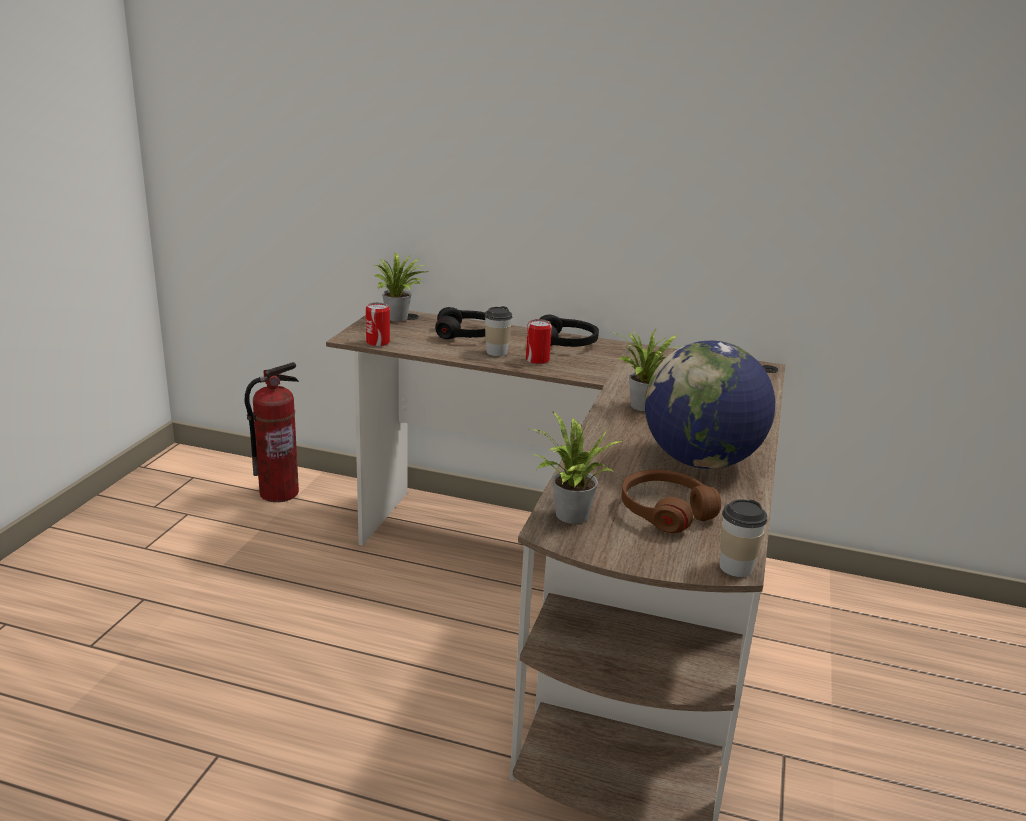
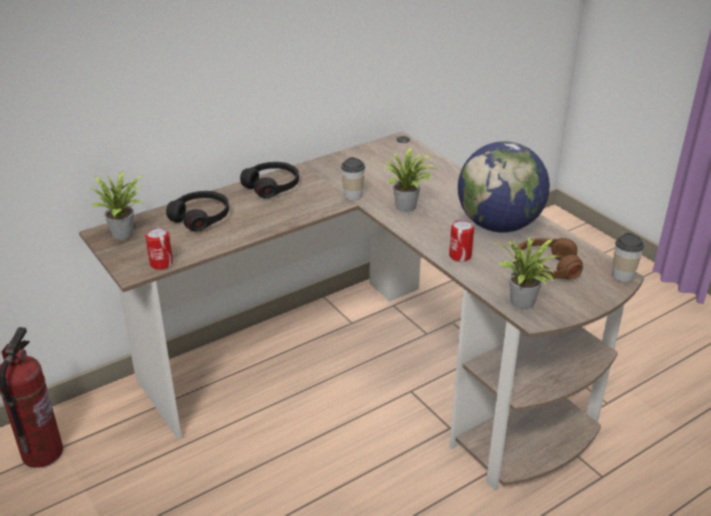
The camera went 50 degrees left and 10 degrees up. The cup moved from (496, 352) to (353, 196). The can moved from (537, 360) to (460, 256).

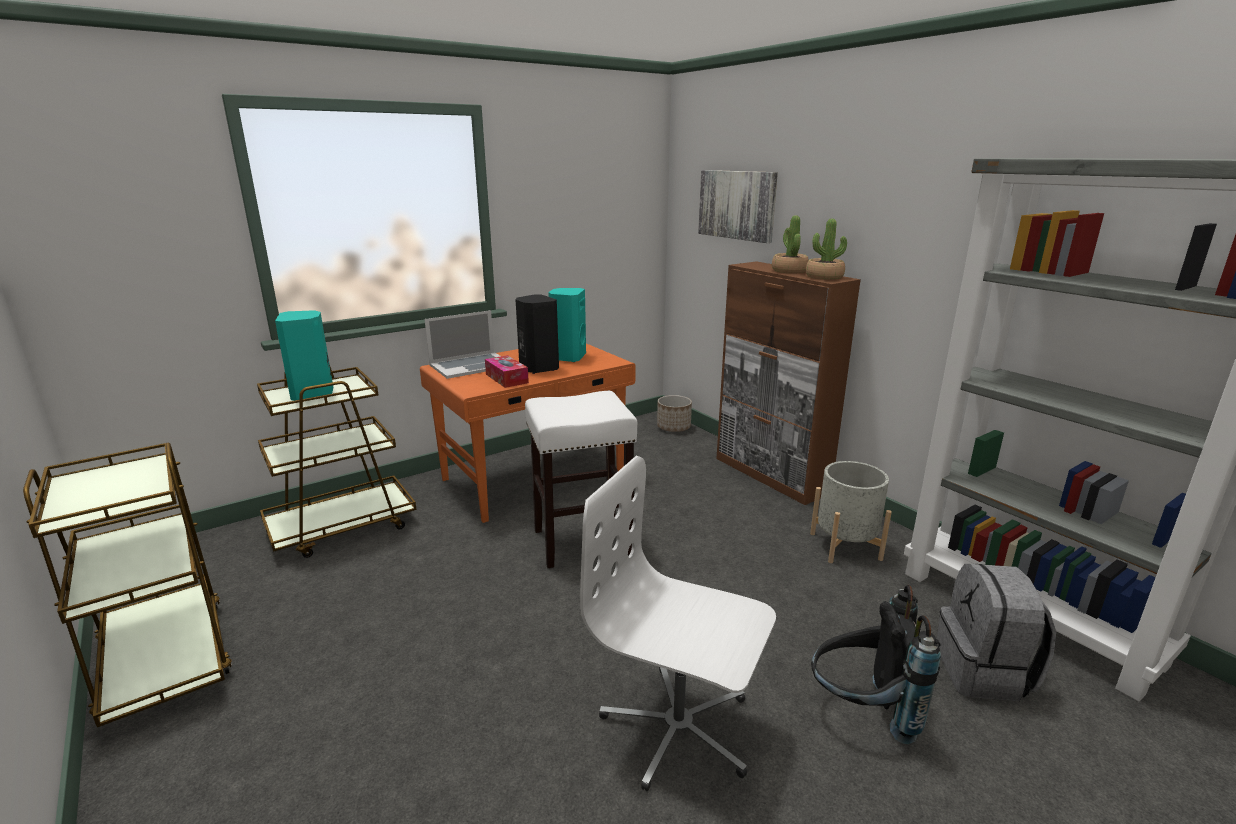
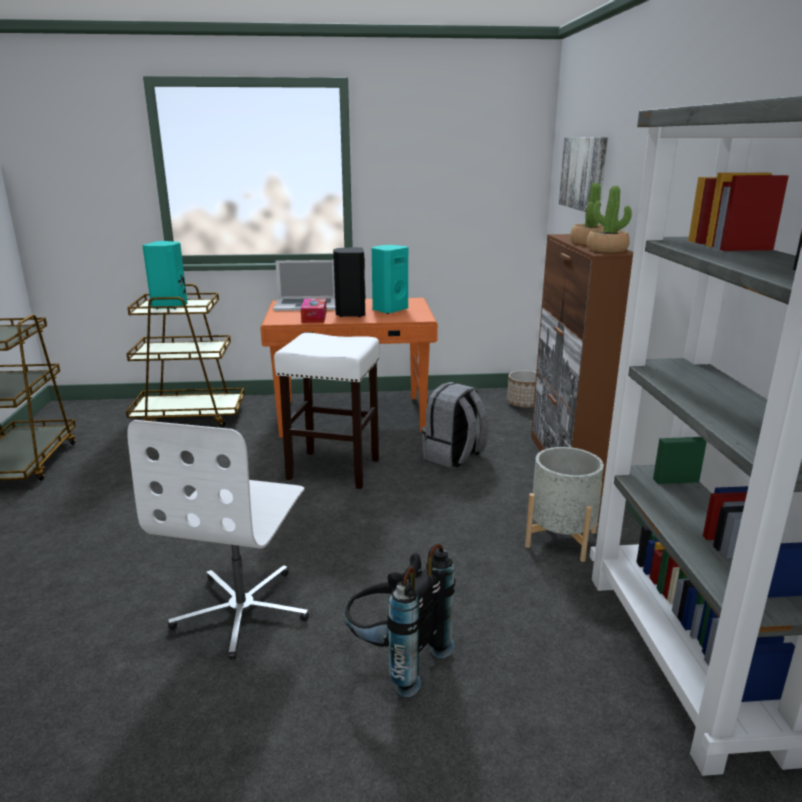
The camera went 30 degrees right and 0 degrees up. The office chair/white at (678, 728) turned 135 degrees counterclockwise. The backpack/grey moved from (984, 672) to (454, 456).

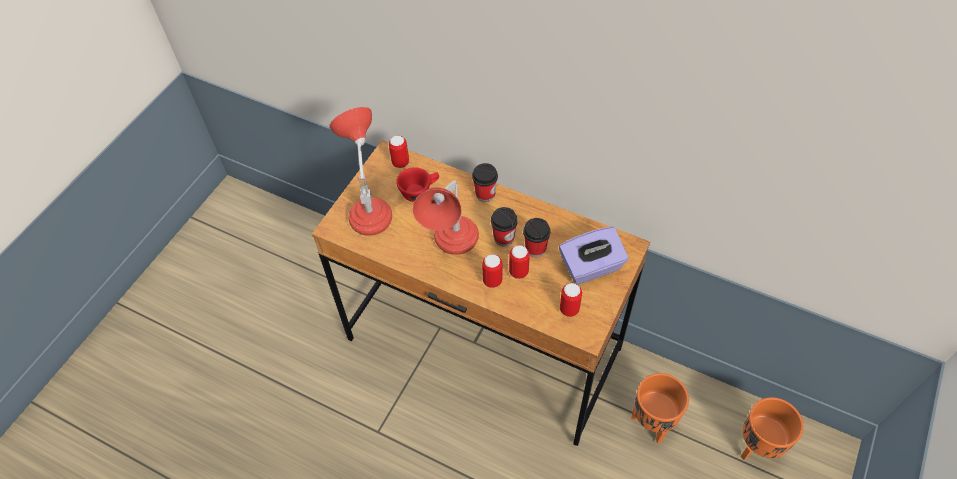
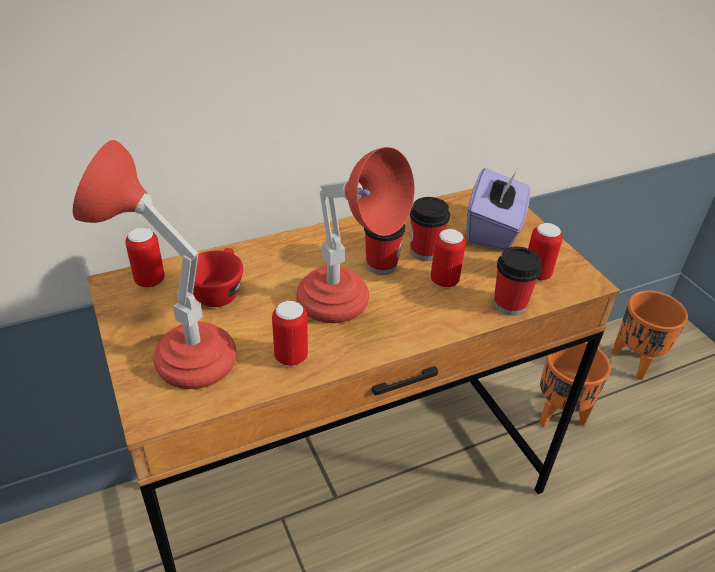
The camera went 55 degrees left and 15 degrees down. The can moved from (492, 281) to (291, 357). The cup moved from (485, 194) to (509, 304).

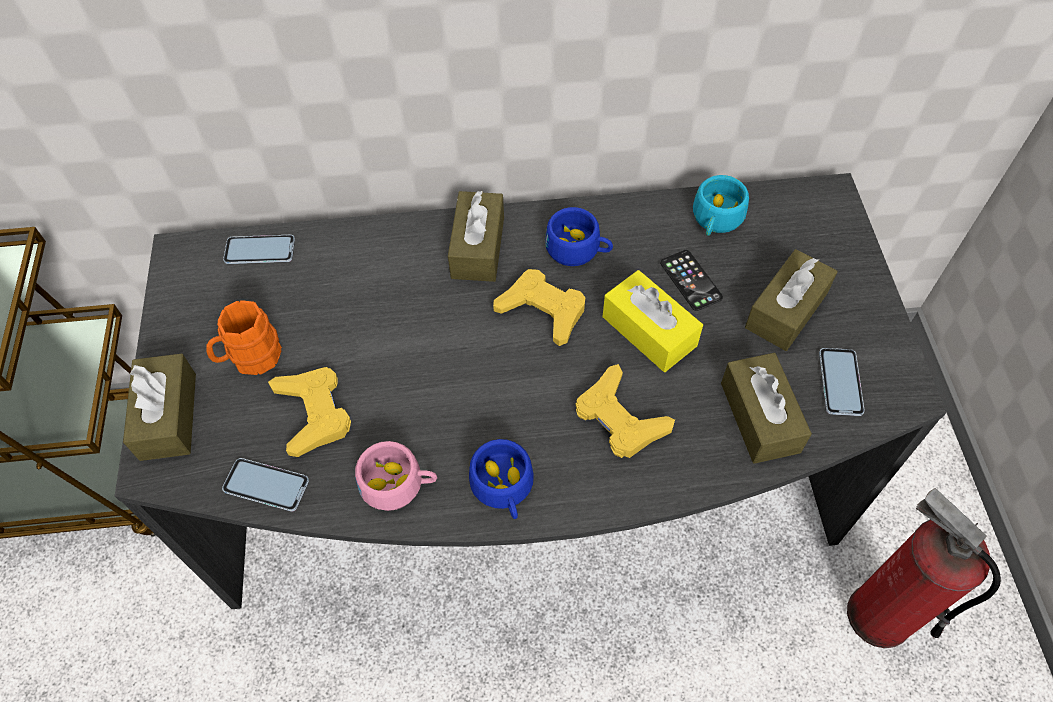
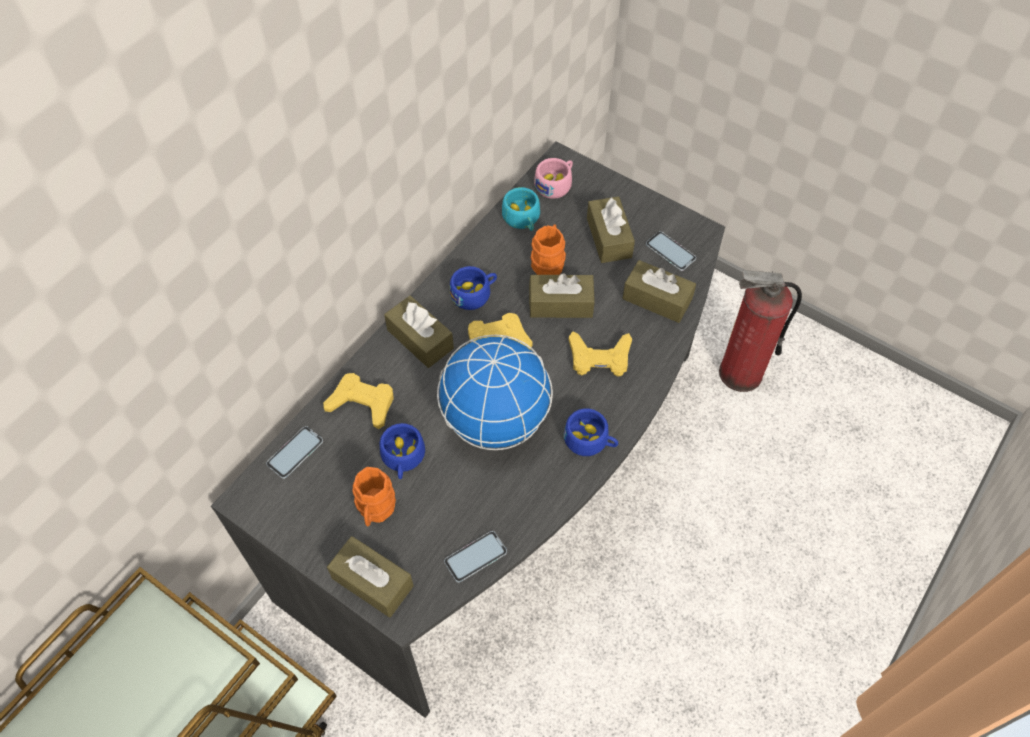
The camera went 50 degrees left and 0 degrees up. The game controller/yellow moved from (313, 413) to (362, 403). The cup/blue at (403, 459) appeared. The globe at (495, 419) appeared. The tissue box/yellow at (649, 331) became the tissue box/brown at (561, 304). The phone at (690, 280) was replaced by the mug/orange at (549, 261). The cup/pink moved from (399, 484) to (556, 184).

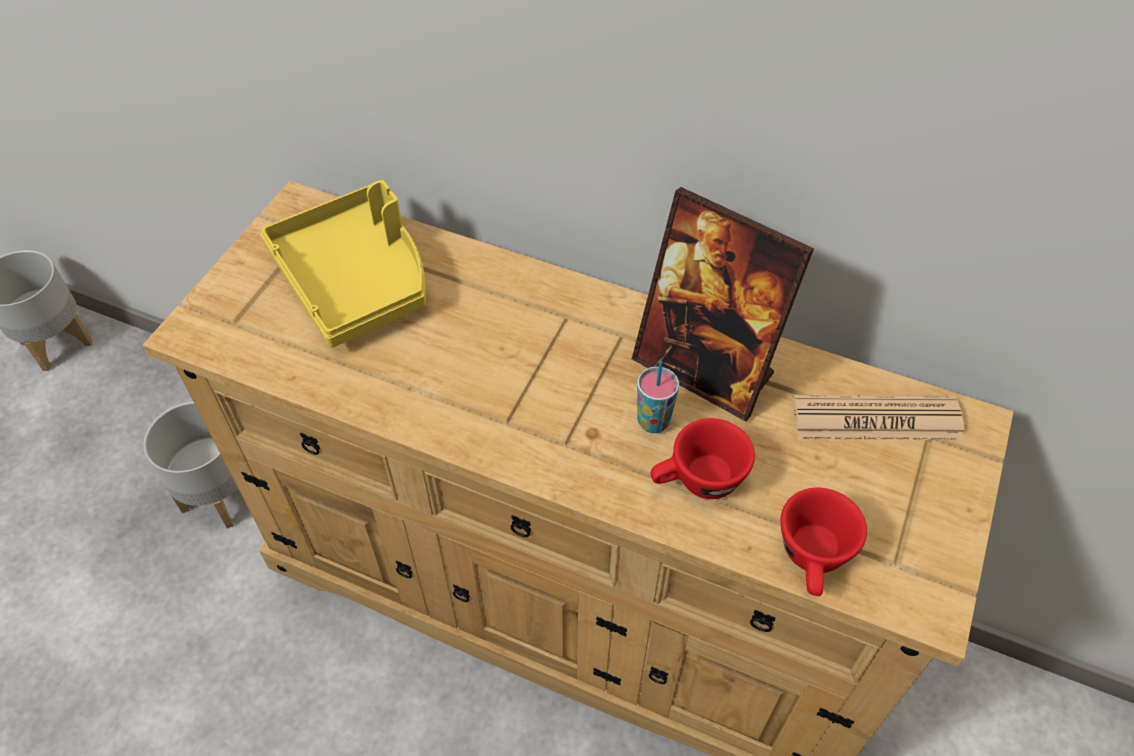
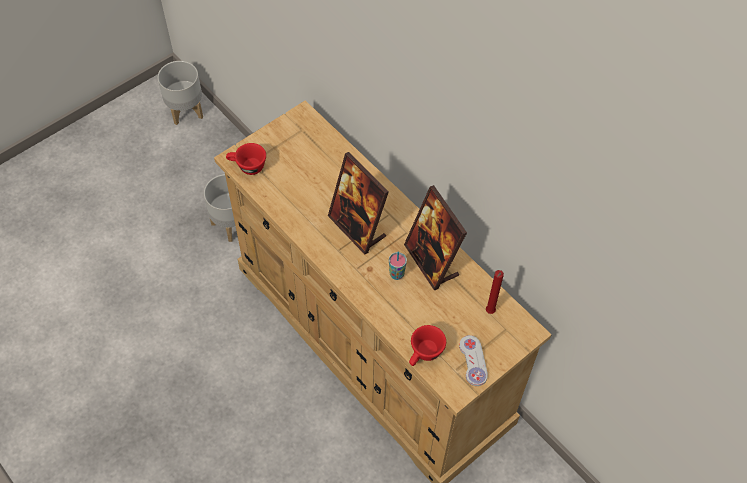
The camera went 25 degrees right and 5 degrees up. The cup/red moved from (697, 481) to (247, 167). The picture frame at (357, 227) appeared. The game controller/white at (473, 361) appeared. The newspaper at (876, 419) was replaced by the candle/red at (489, 312). The tray/yellow at (356, 279) disappeared.

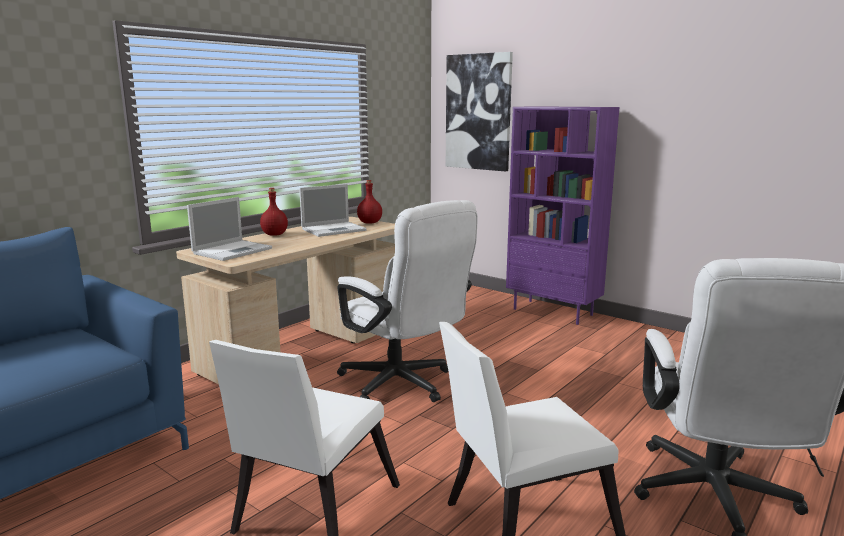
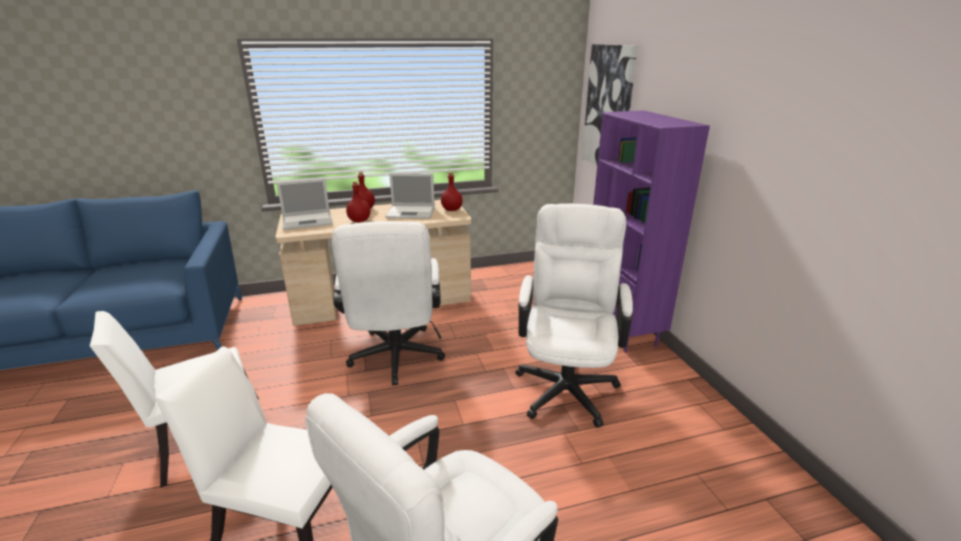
The camera went 35 degrees right and 10 degrees up. The bottle/red at (359, 221) appeared. The office chair/white at (567, 383) appeared.

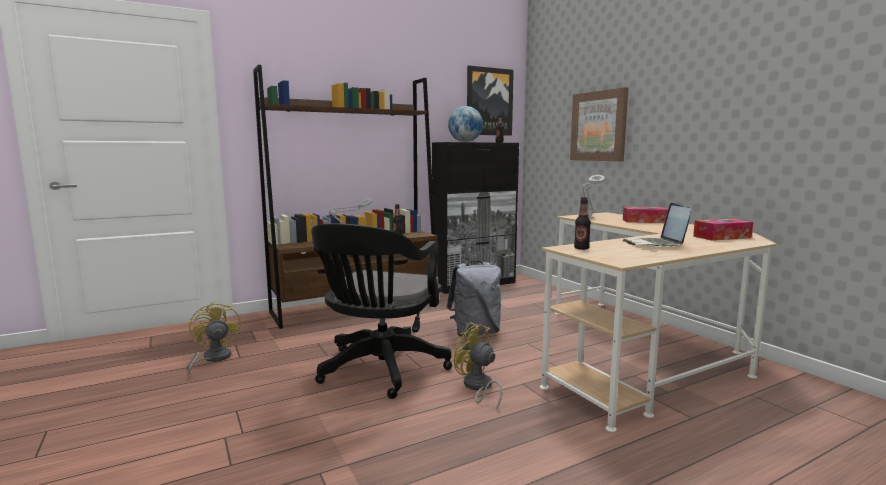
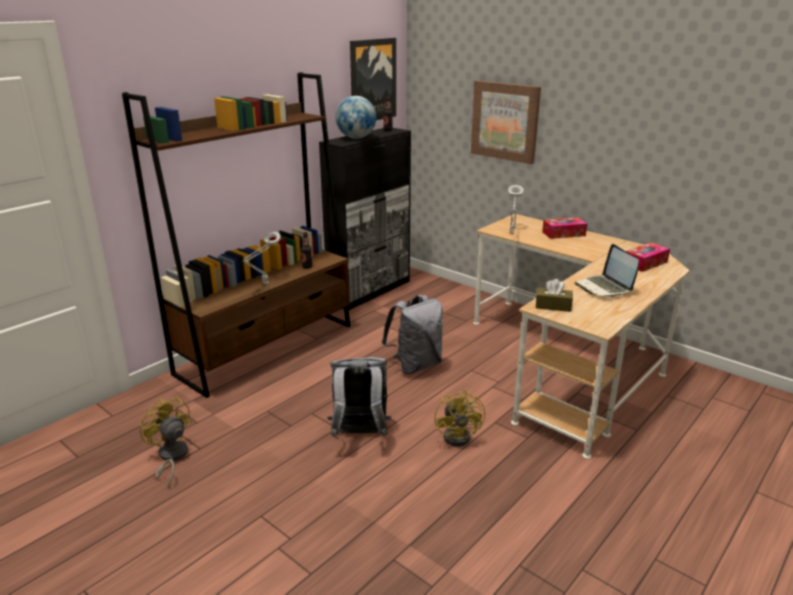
The camera went 20 degrees left and 15 degrees up. The office chair/black at (380, 371) was replaced by the backpack/grey at (360, 435). The fan/yellow at (477, 387) turned 120 degrees counterclockwise. The bottle at (581, 248) was replaced by the tissue box/brown at (553, 306).

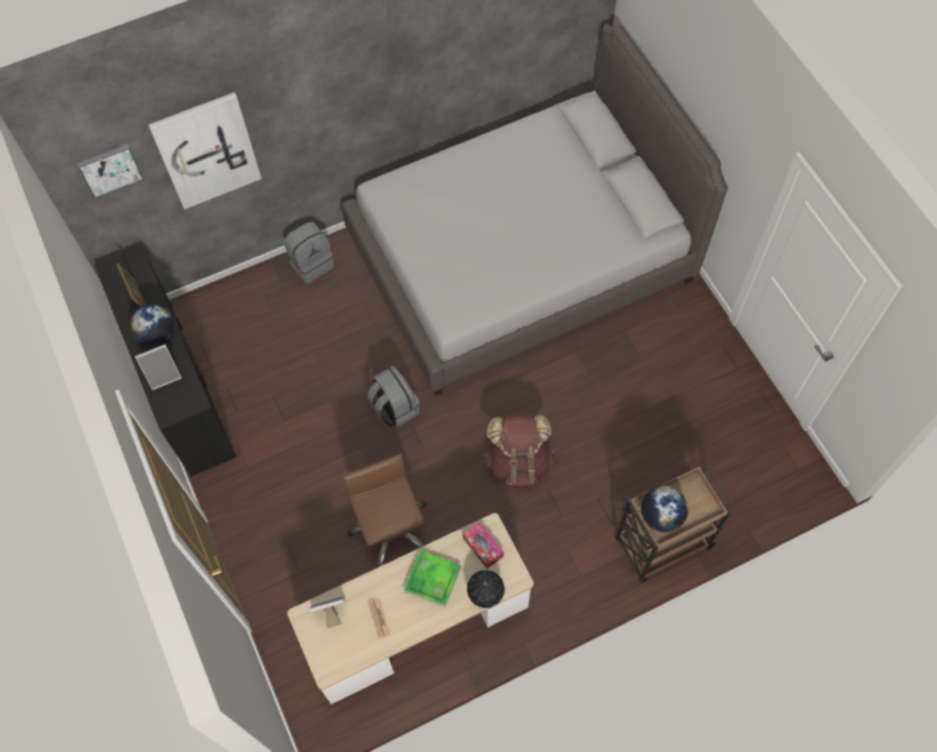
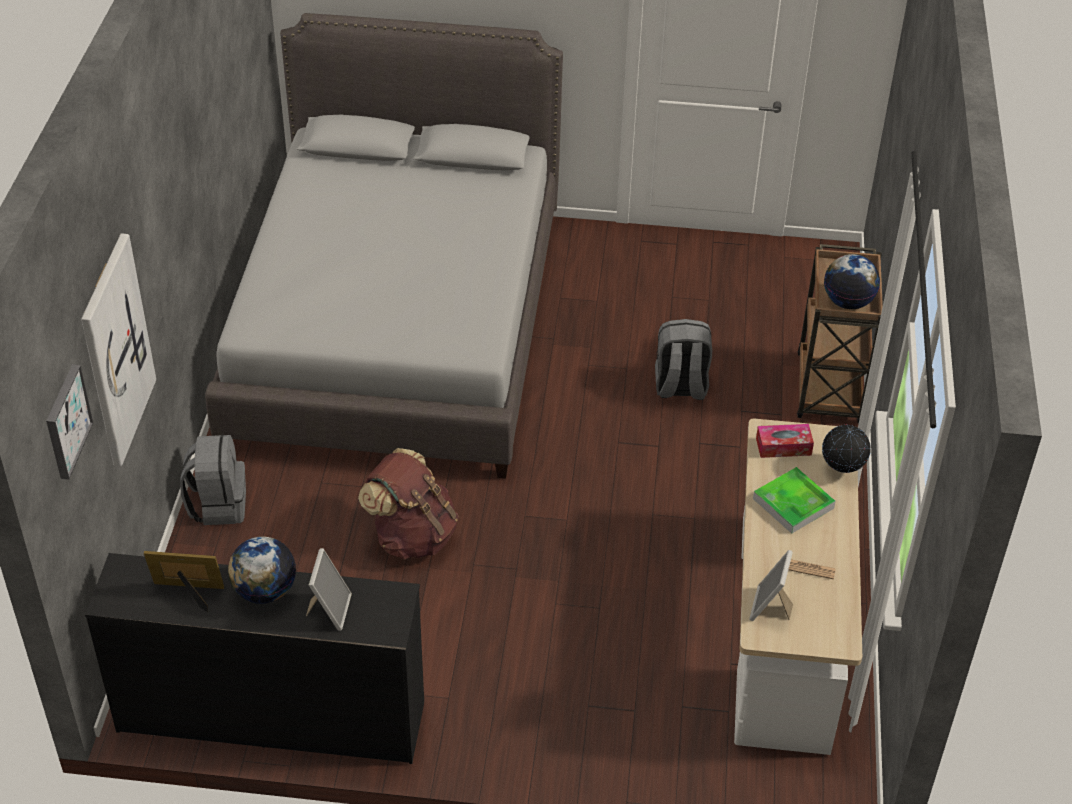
The camera went 60 degrees left and 20 degrees down. The backpack/brown moved from (518, 462) to (412, 536). The backpack/grey moved from (394, 408) to (680, 387). The office chair/brown at (391, 530) disappeared.

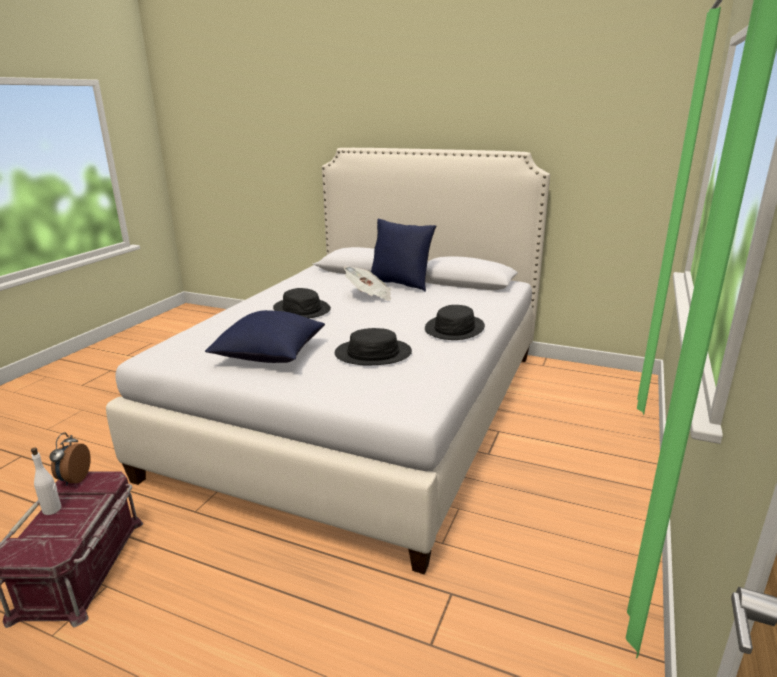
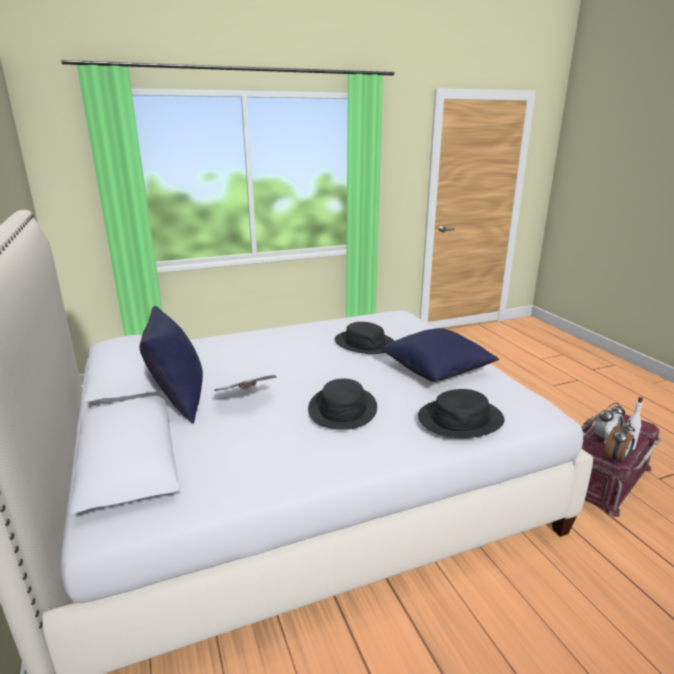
The camera went 135 degrees left and 0 degrees up. The hat/black moved from (455, 328) to (460, 419). The alarm clock at (605, 438) appeared.

